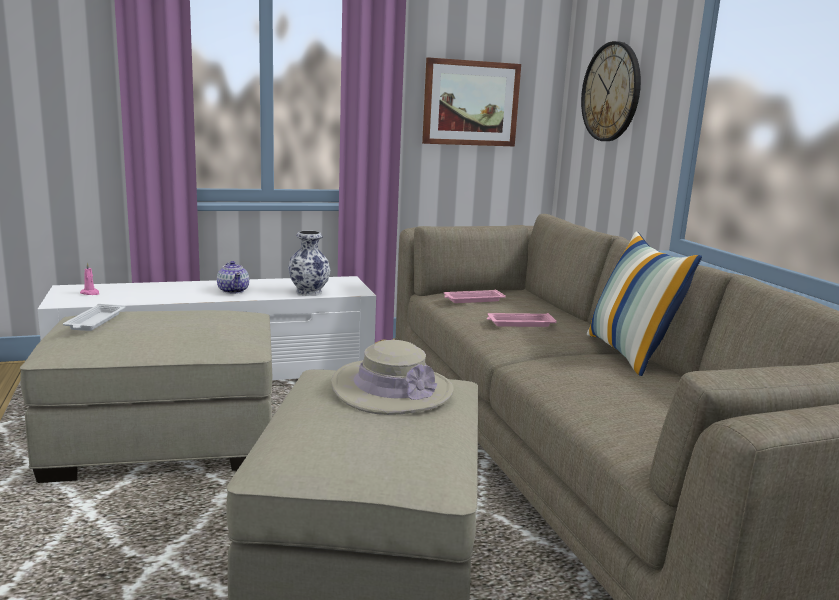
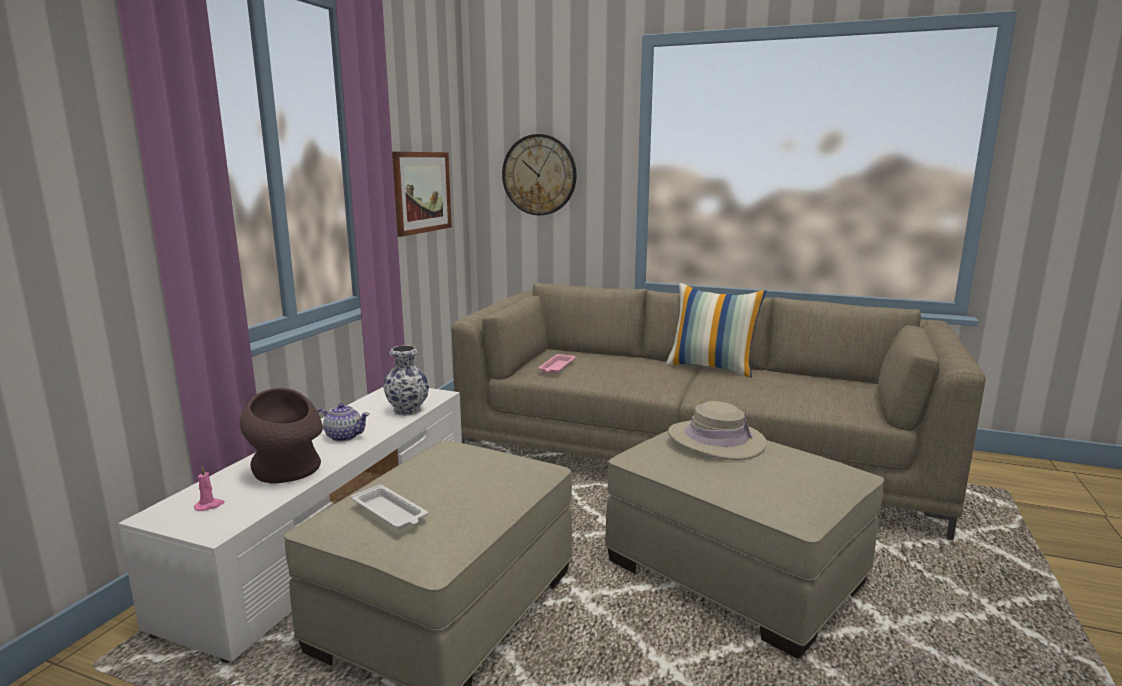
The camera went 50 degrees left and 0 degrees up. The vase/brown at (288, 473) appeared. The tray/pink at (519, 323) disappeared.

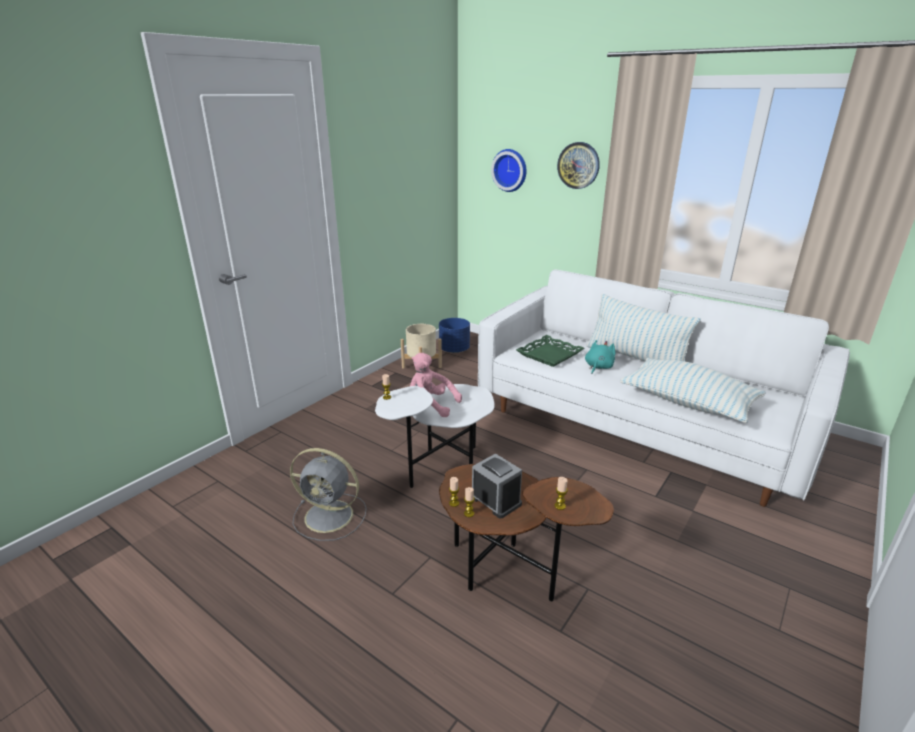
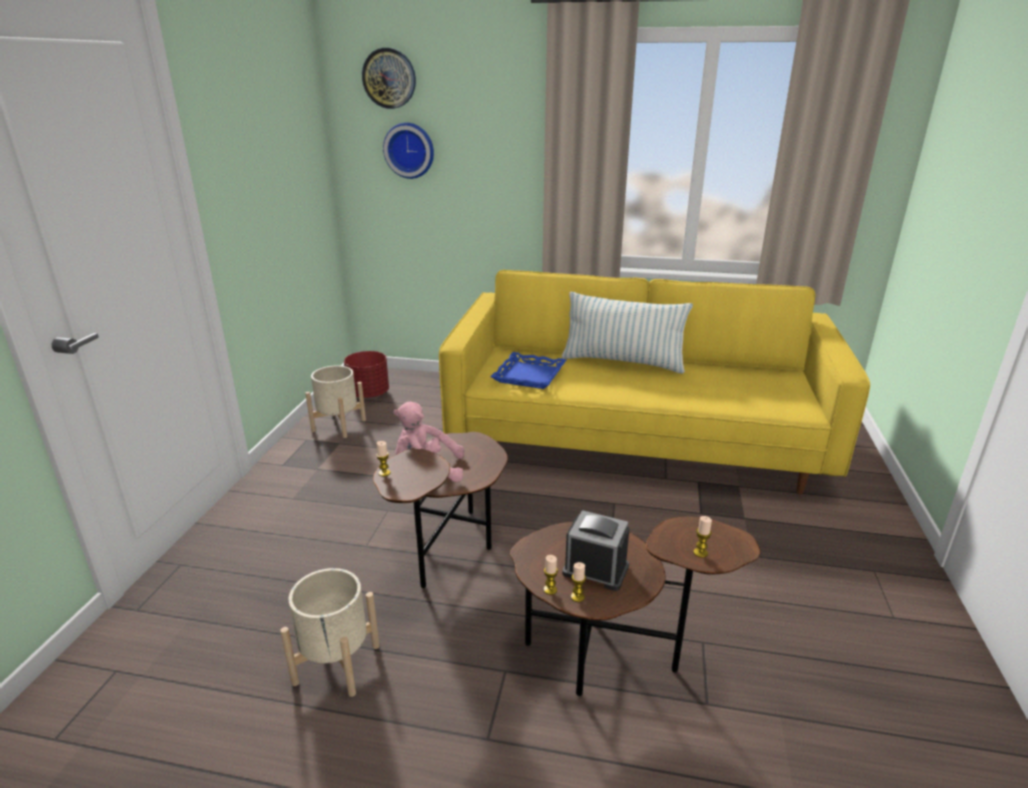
The camera went 25 degrees left and 0 degrees up. The fan/grey at (331, 516) was replaced by the planter/beige at (336, 664). The planter/blue at (454, 350) became the planter/red at (369, 394). The wall clock moved from (578, 165) to (389, 78). The side table/white at (441, 468) became the side table/brown at (446, 551). The sofa/white at (638, 425) became the sofa/yellow at (635, 438). The tray/green at (549, 354) became the tray/blue at (528, 375). The plush toy/turquoise at (598, 367) disappeared. The pillow at (688, 402) disappeared.

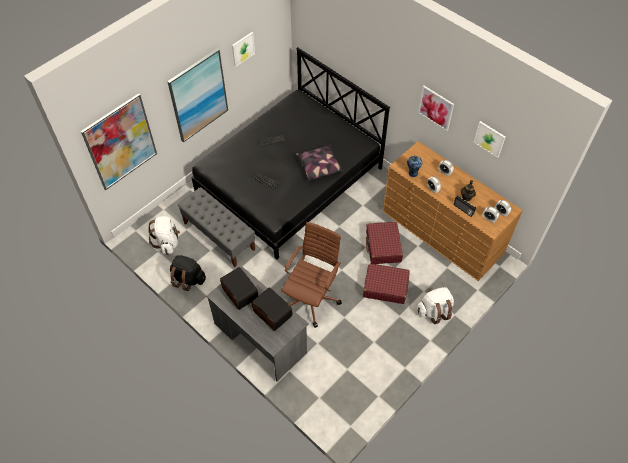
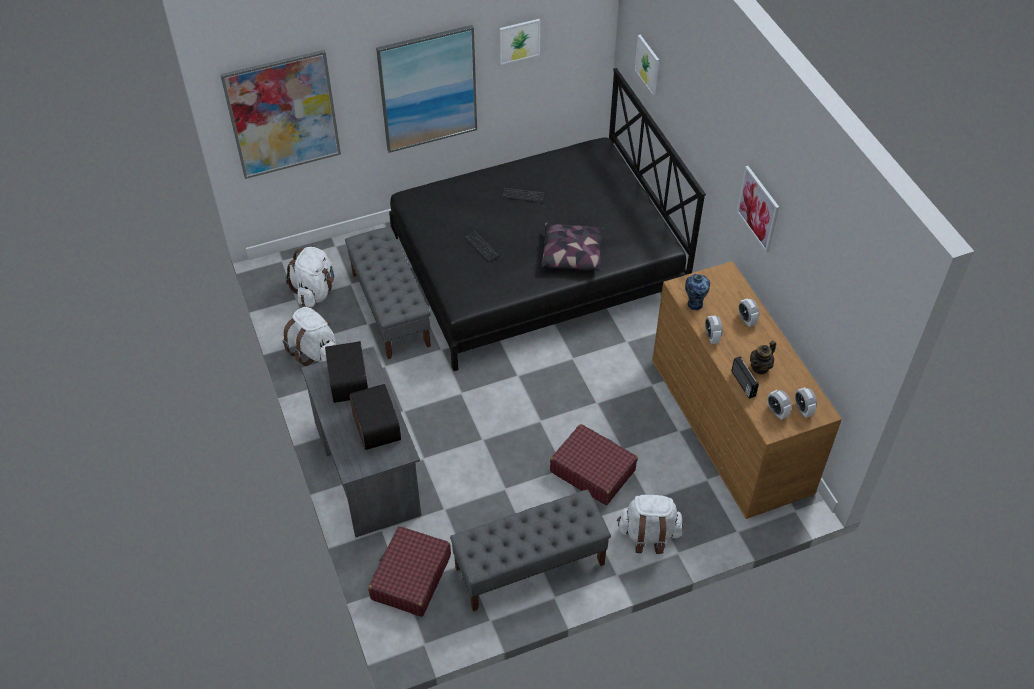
The camera went 25 degrees right and 5 degrees down. The backpack/black at (188, 279) became the backpack/white at (315, 351). The suitcase/red moved from (383, 247) to (410, 577). The bench/grey at (529, 566) appeared. The picture moved from (489, 139) to (647, 64). The office chair/brown at (311, 298) disappeared.

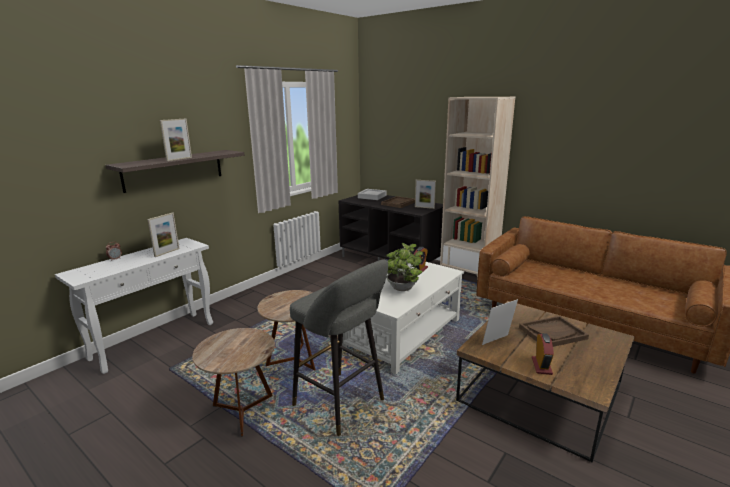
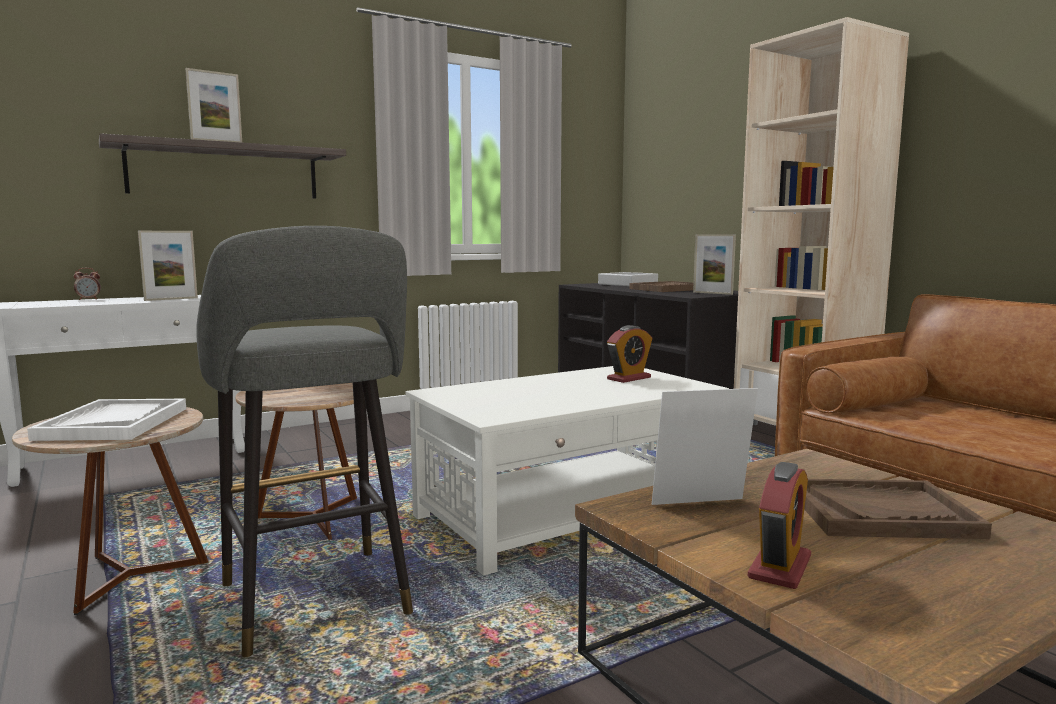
The camera went 20 degrees right and 10 degrees down. The tray/white at (114, 423) appeared. The potted plant at (401, 289) disappeared.

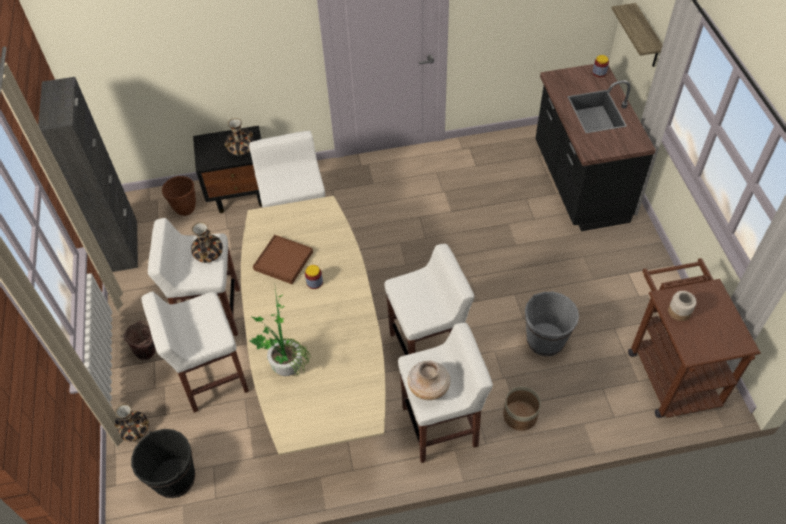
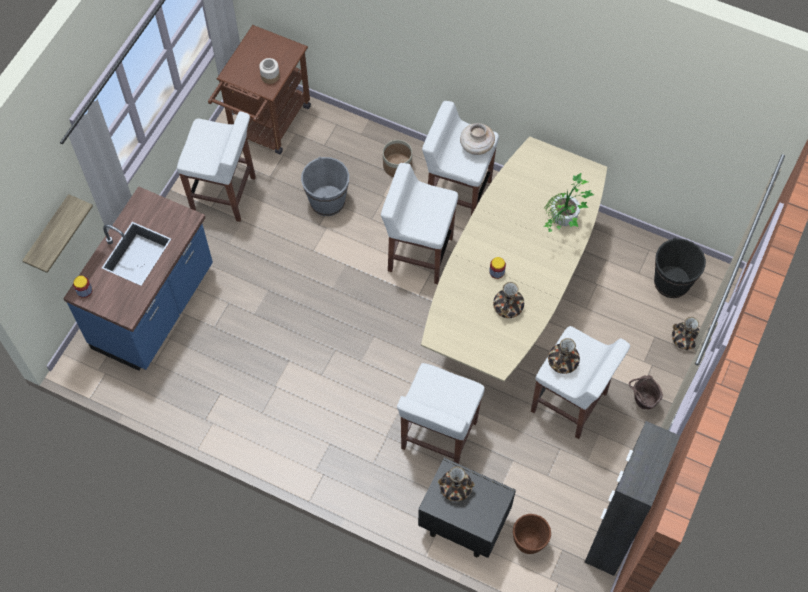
The camera went 145 degrees left and 10 degrees up. The counter/black at (578, 183) became the counter/blue at (155, 309). The stool/white moved from (211, 378) to (225, 194). The tray/brown at (283, 261) was replaced by the vase at (507, 307).

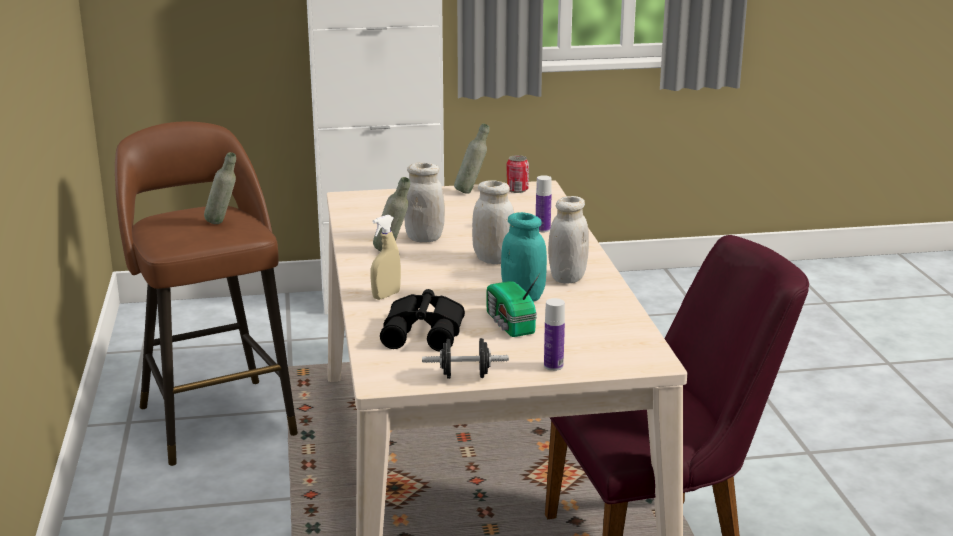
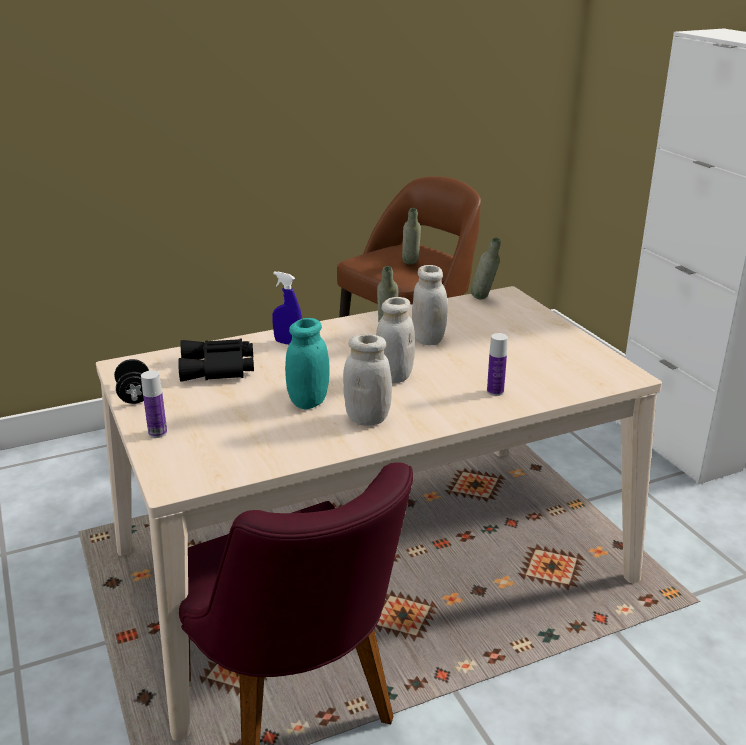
The camera went 75 degrees right and 5 degrees up. The spray bottle/beige at (386, 295) became the spray bottle/blue at (288, 343). The bottle/grey moved from (471, 192) to (484, 300). The radio at (509, 324) disappeared. The can at (517, 190) disappeared.

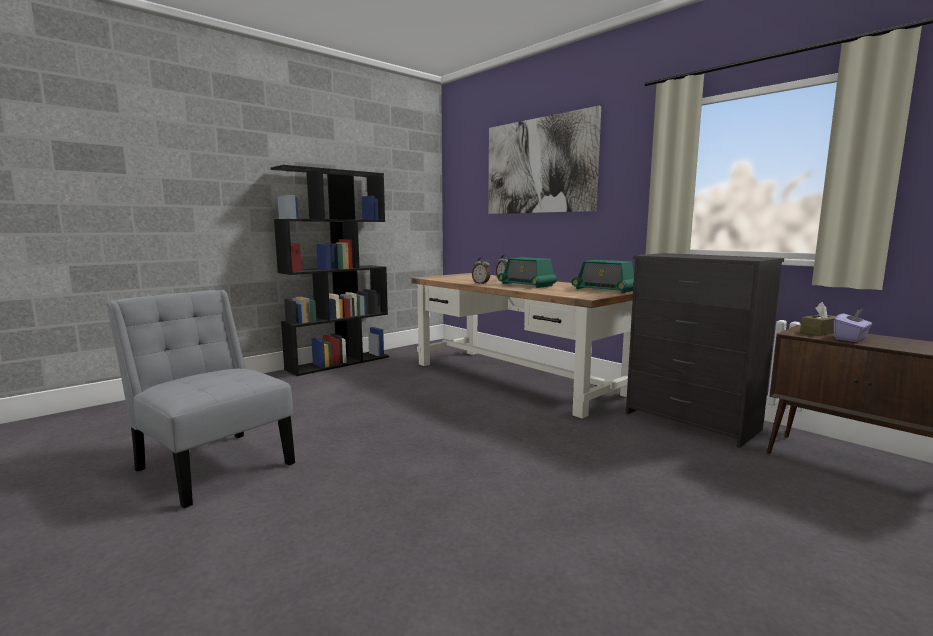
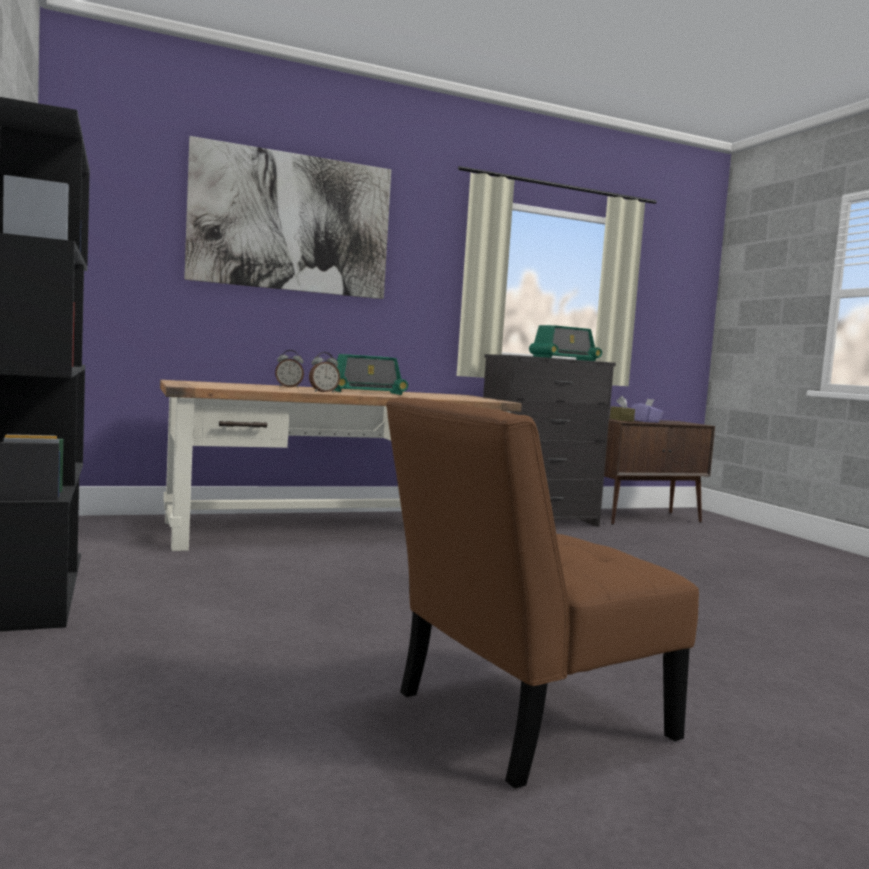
The camera went 70 degrees left and 5 degrees down. The chair/grey at (212, 464) became the chair/brown at (521, 719). The radio moved from (604, 290) to (564, 359).

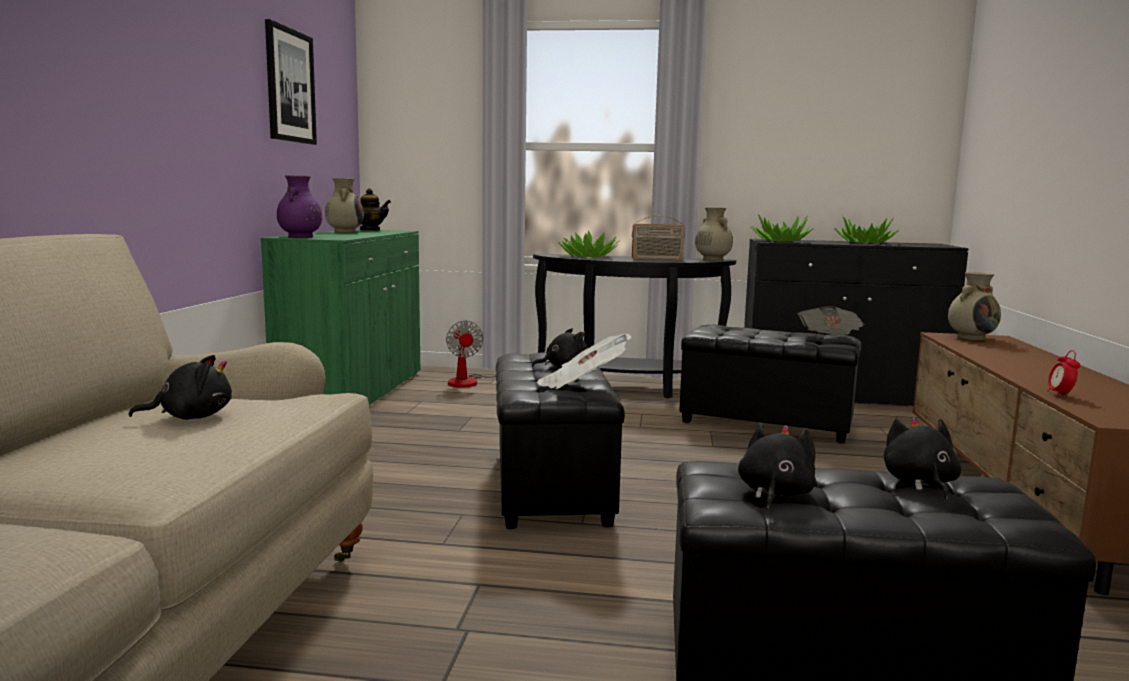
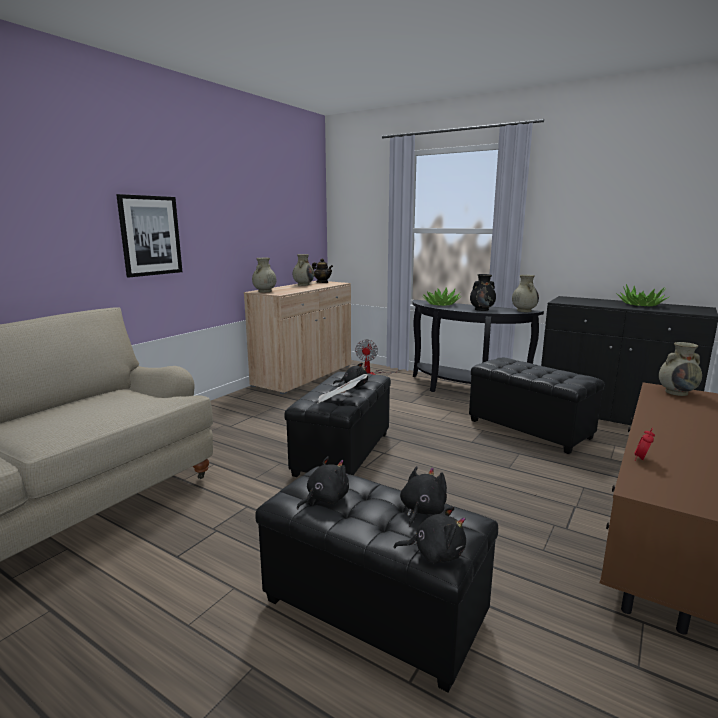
The camera went 25 degrees right and 5 degrees up. The picture moved from (290, 86) to (150, 235). The cabinet/green at (354, 392) became the cabinet/beige at (304, 375). The vase/purple at (300, 237) became the vase/beige at (264, 291). The plush toy/black moved from (191, 417) to (435, 553). The radio at (657, 259) was replaced by the vase/black at (482, 309). The potted plant at (780, 241) disappeared. The newspaper at (829, 339) disappeared.

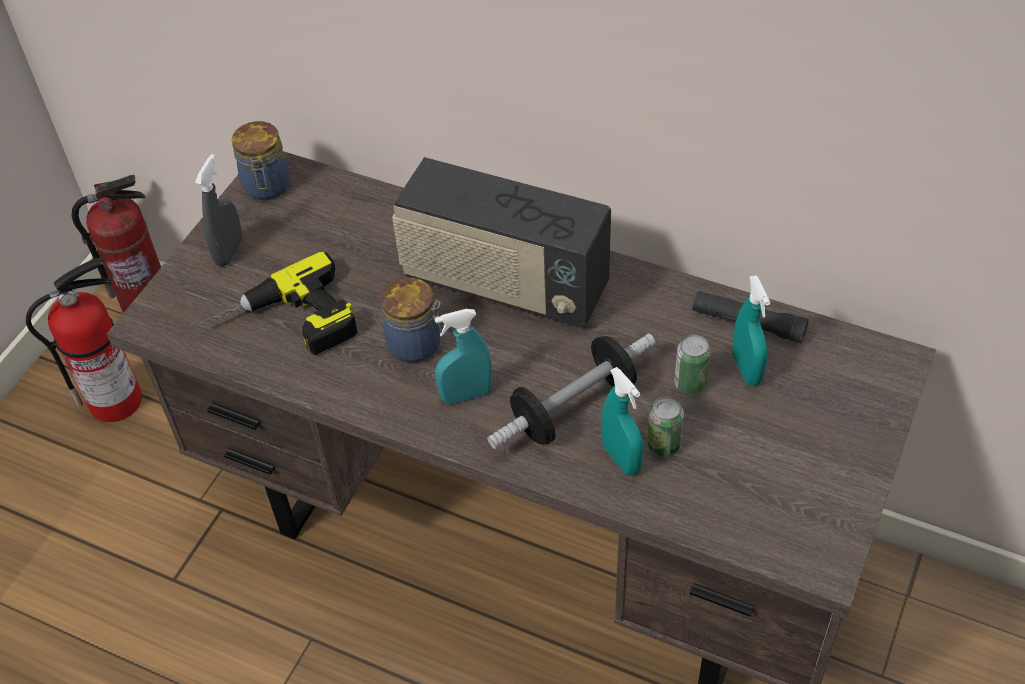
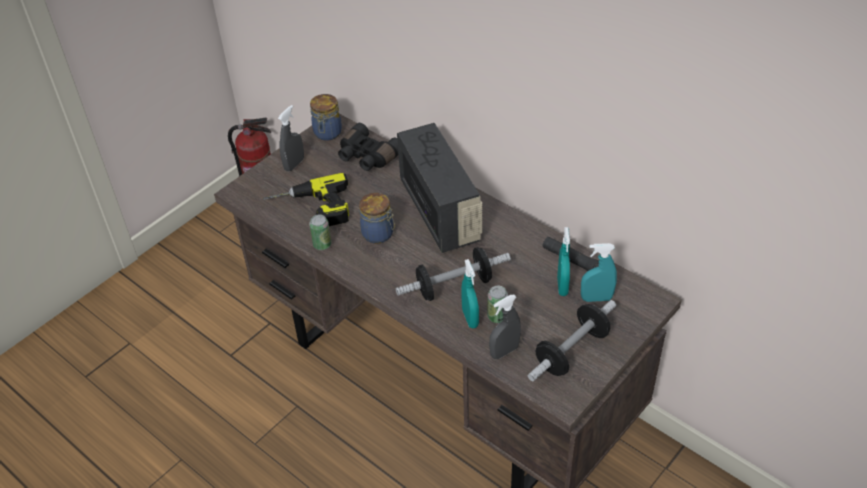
The camera went 15 degrees right and 5 degrees down. The can moved from (690, 383) to (322, 245). The binoculars/black at (367, 157) appeared. The radio at (504, 284) turned 150 degrees counterclockwise. The spray bottle/grey at (504, 351) appeared. The dumbbell at (571, 351) appeared. The spray bottle/turquoise moved from (466, 395) to (596, 298). The fire extinguisher at (117, 399) disappeared.

